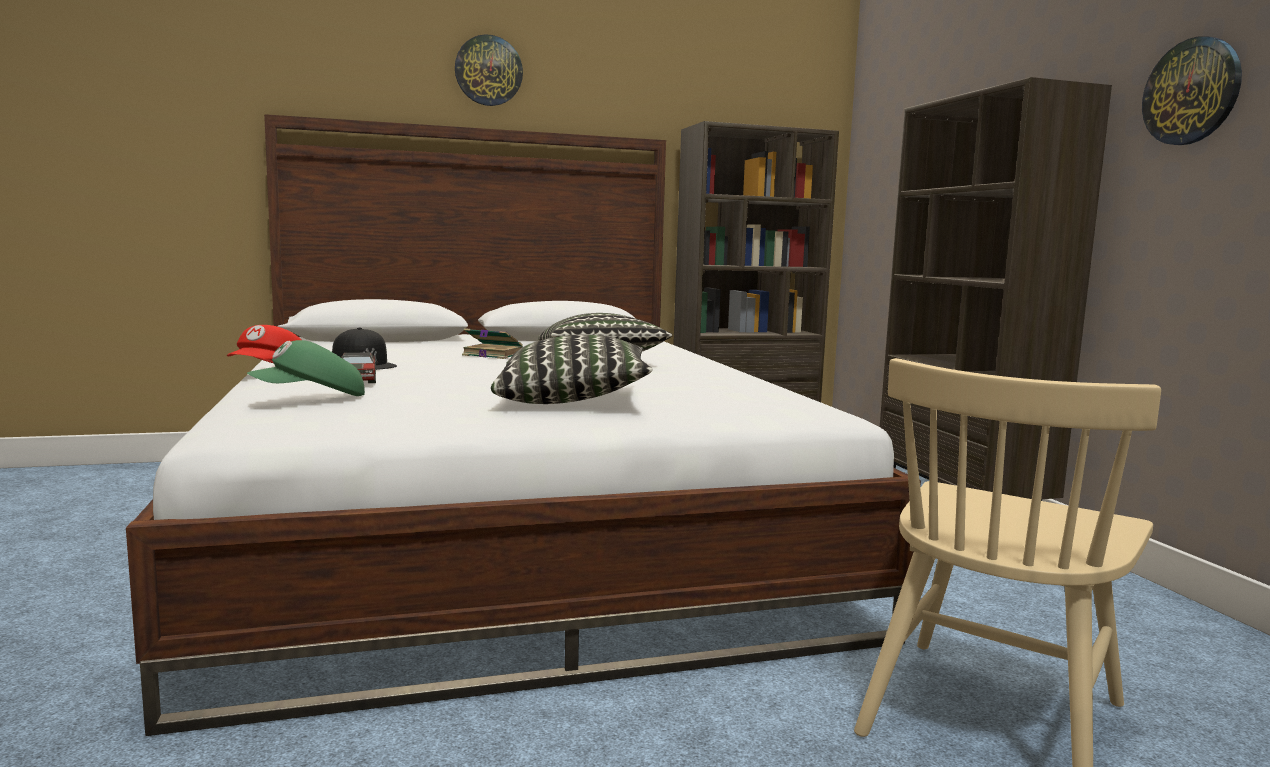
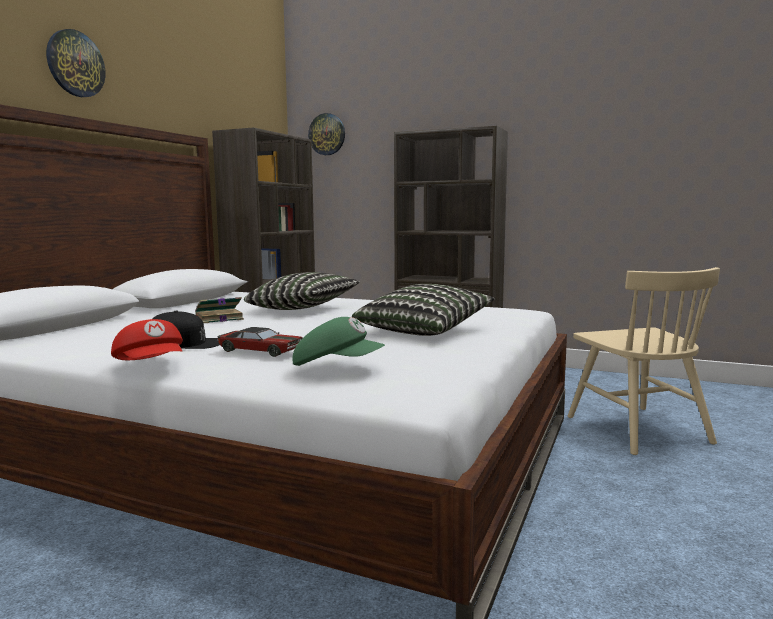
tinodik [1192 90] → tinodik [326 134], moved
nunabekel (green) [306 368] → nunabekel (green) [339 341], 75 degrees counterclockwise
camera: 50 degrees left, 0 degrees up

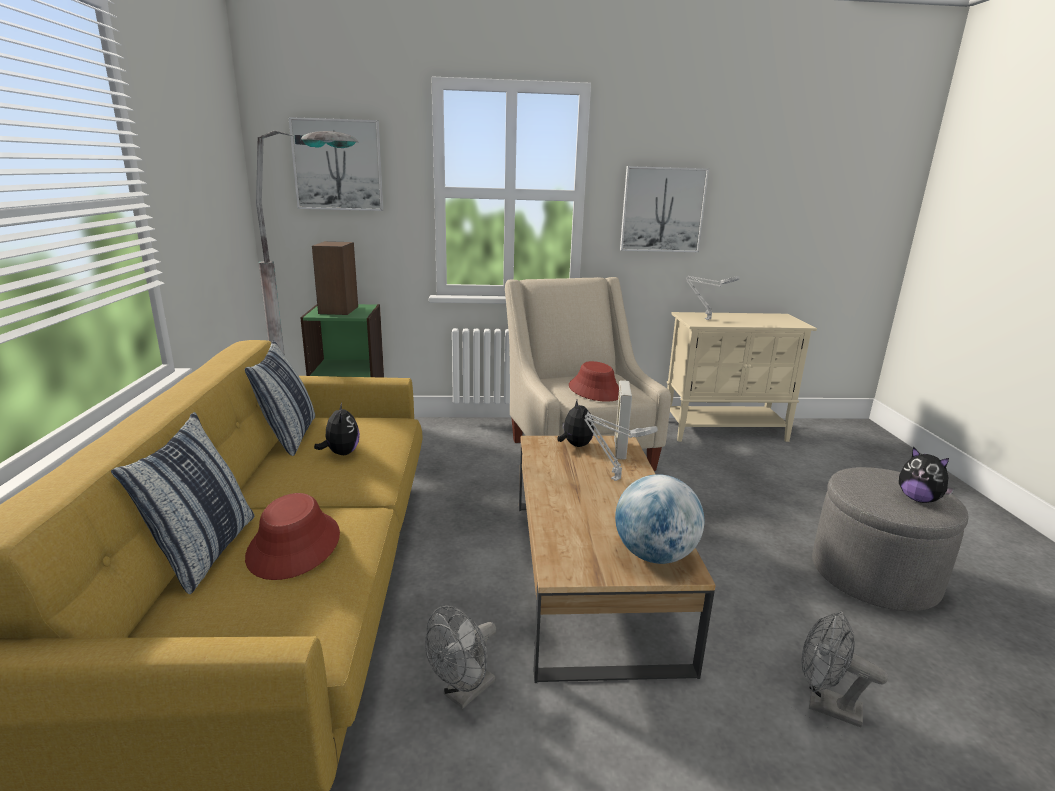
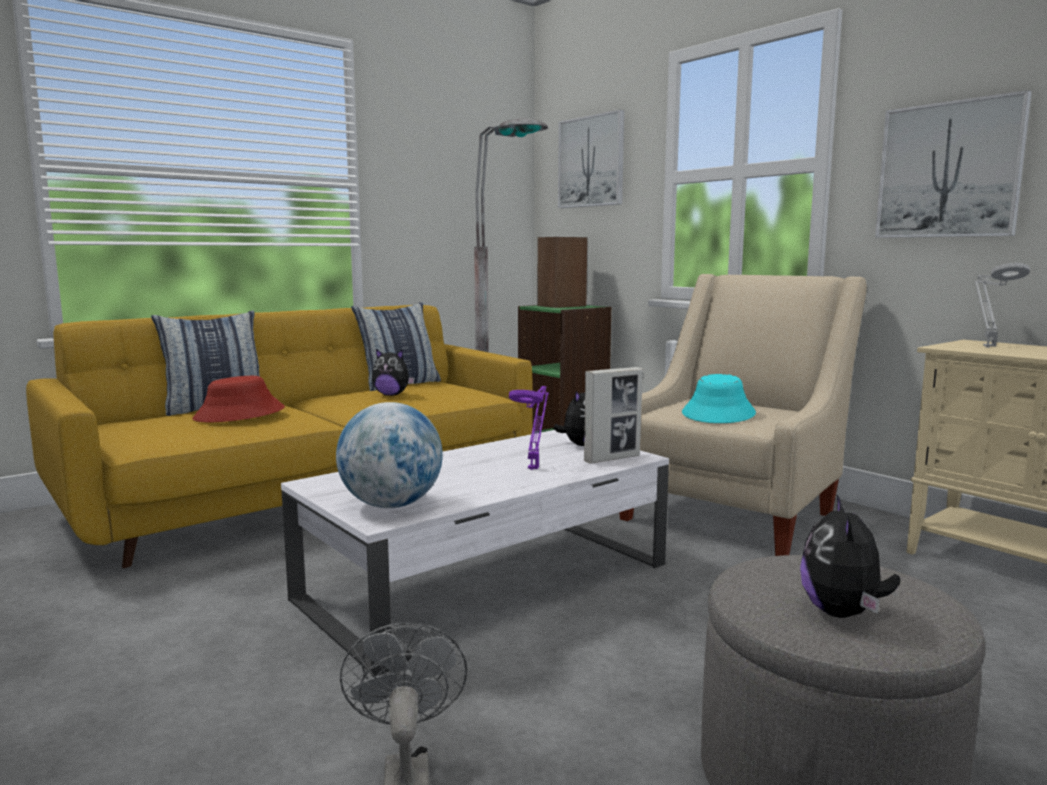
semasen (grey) [460 657] → -
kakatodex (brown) [617 559] → kakatodex (white) [475 553]
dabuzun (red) [594 381] → dabuzun (turquoise) [719 398]
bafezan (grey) [621 447] → bafezan (purple) [529 428]
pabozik [337 428] → pabozik [393 372], 60 degrees clockwise
camera: 55 degrees right, 10 degrees down

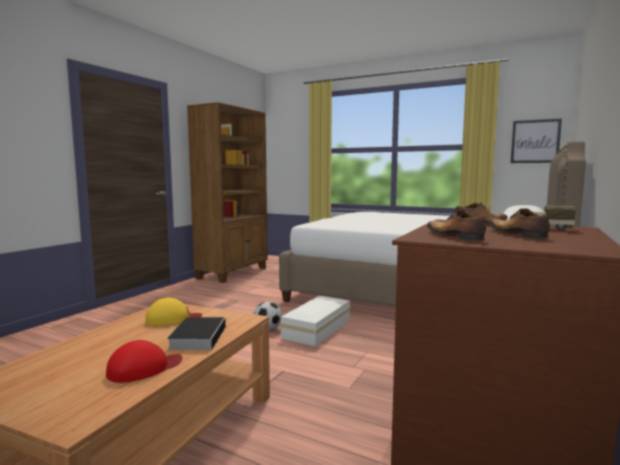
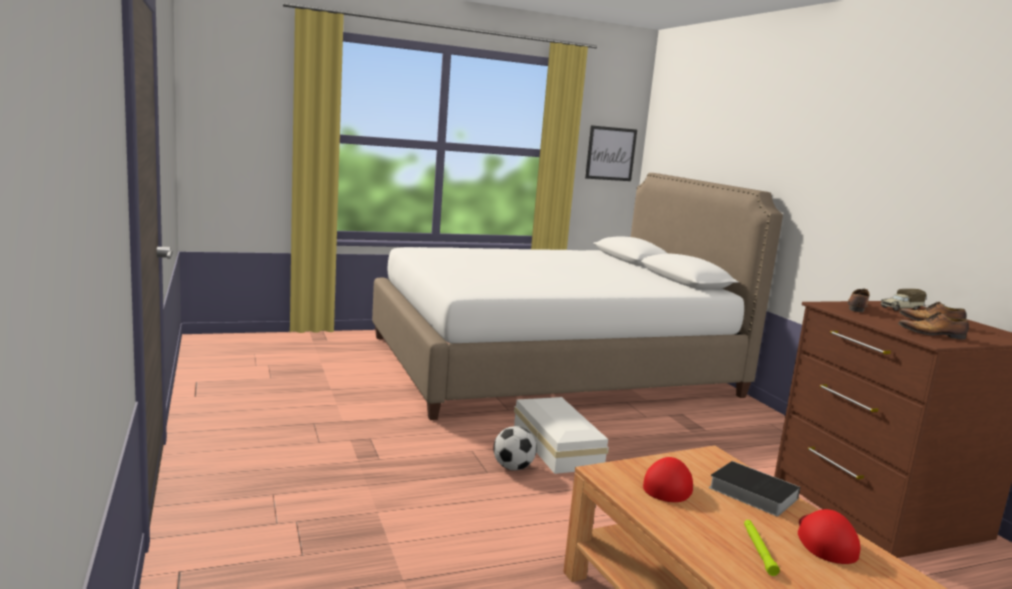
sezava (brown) [227 192] → -
- → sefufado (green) [762 548]
nunabekel (yellow) [173 312] → nunabekel (red) [668 479]
camera: 50 degrees left, 5 degrees up

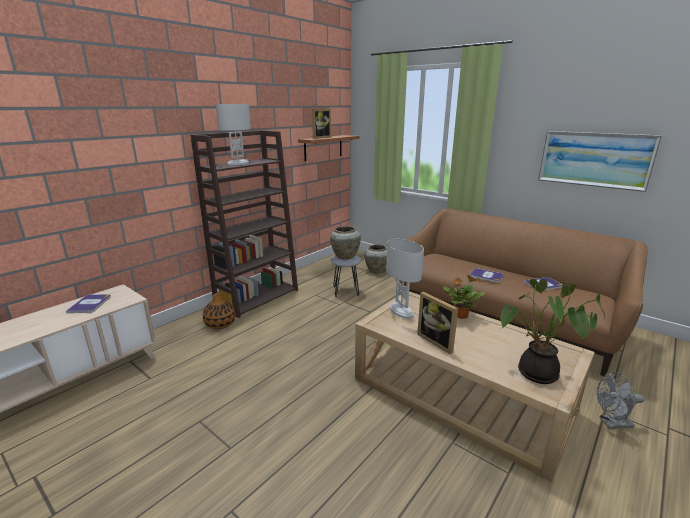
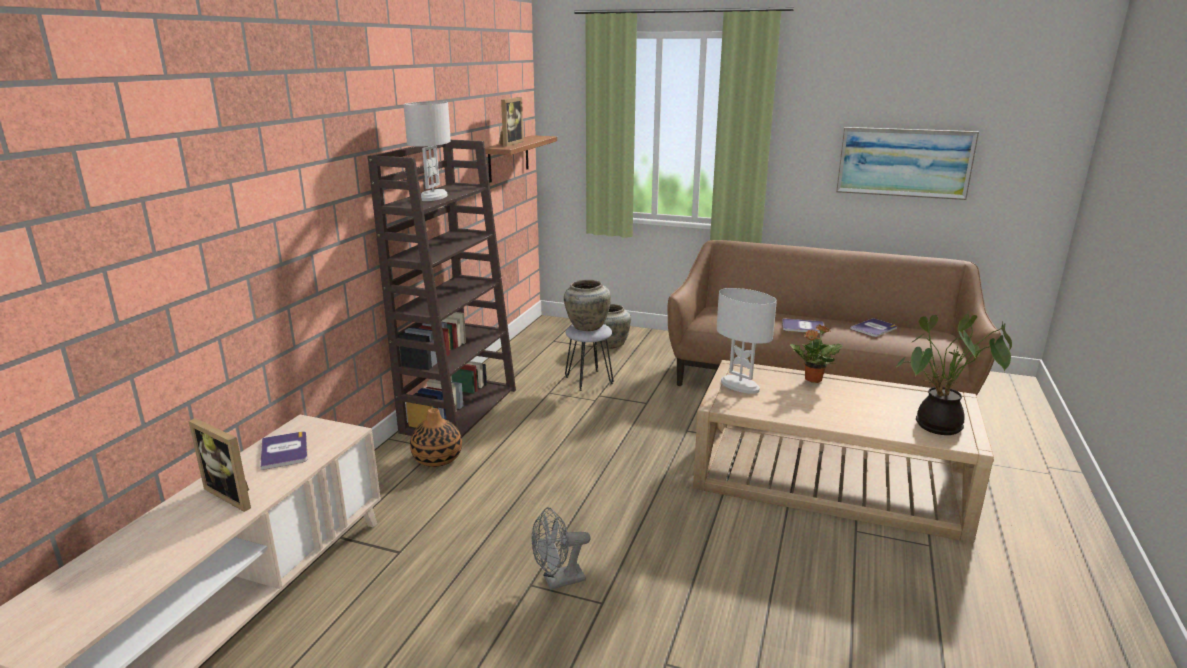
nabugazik [437 323] → nabugazik [220 465], moved
semasen (grey) [620 400] → semasen (grey) [561 548], moved
camera: 20 degrees left, 0 degrees up

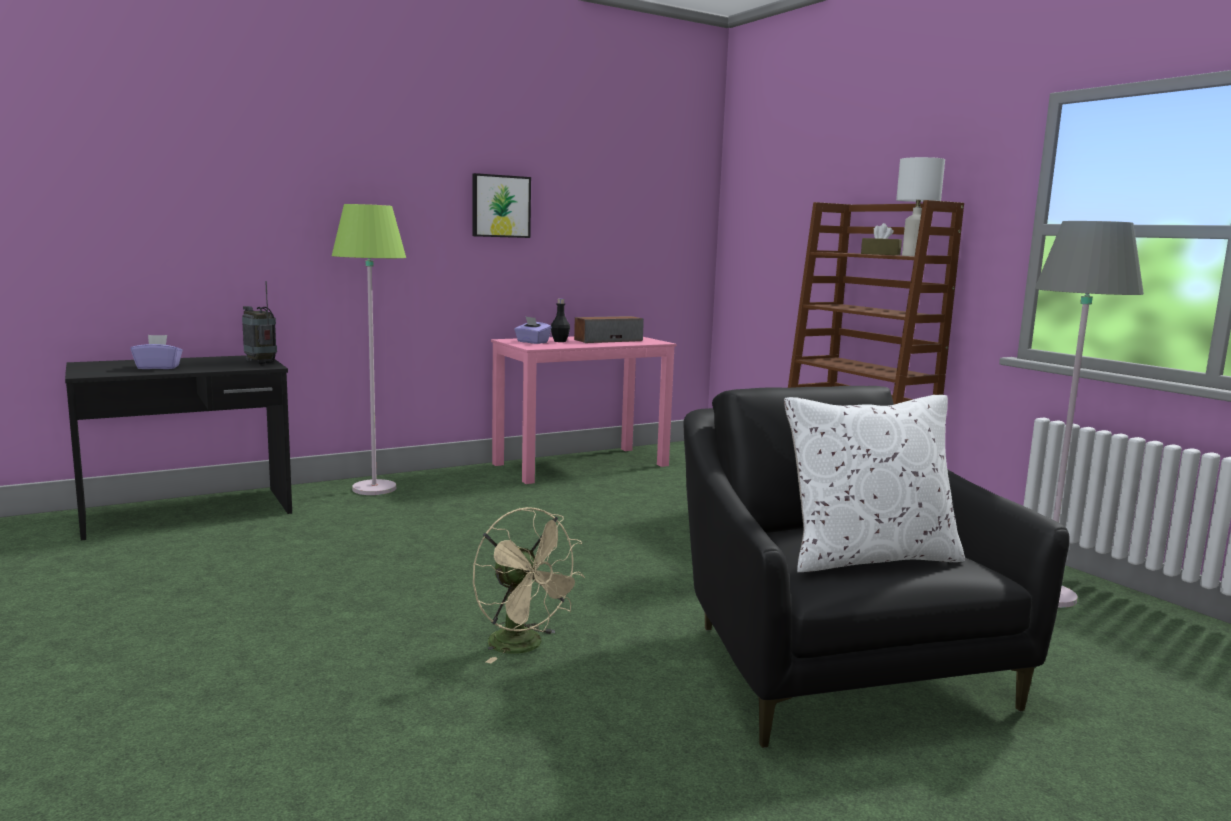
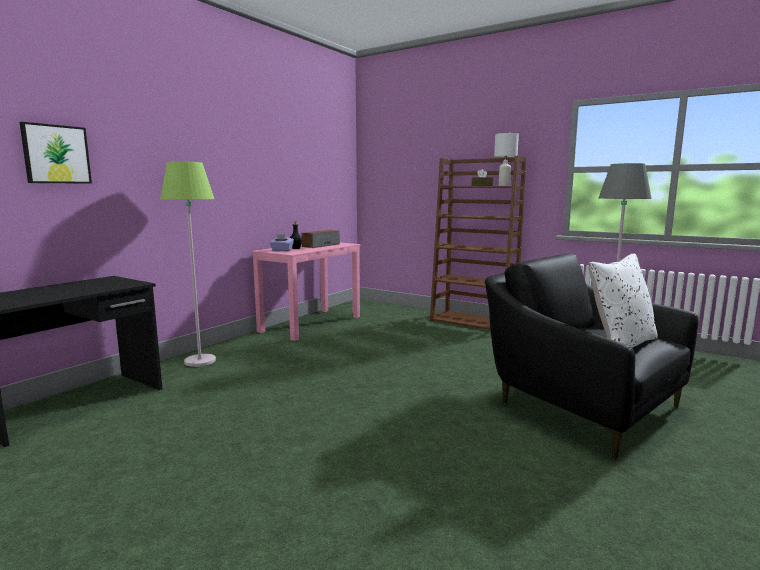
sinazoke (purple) [157 352] → -
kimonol [259 322] → -
semasen (beige) [529 585] → -
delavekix [501 205] → delavekix [55 153], moved
camera: 25 degrees left, 0 degrees up

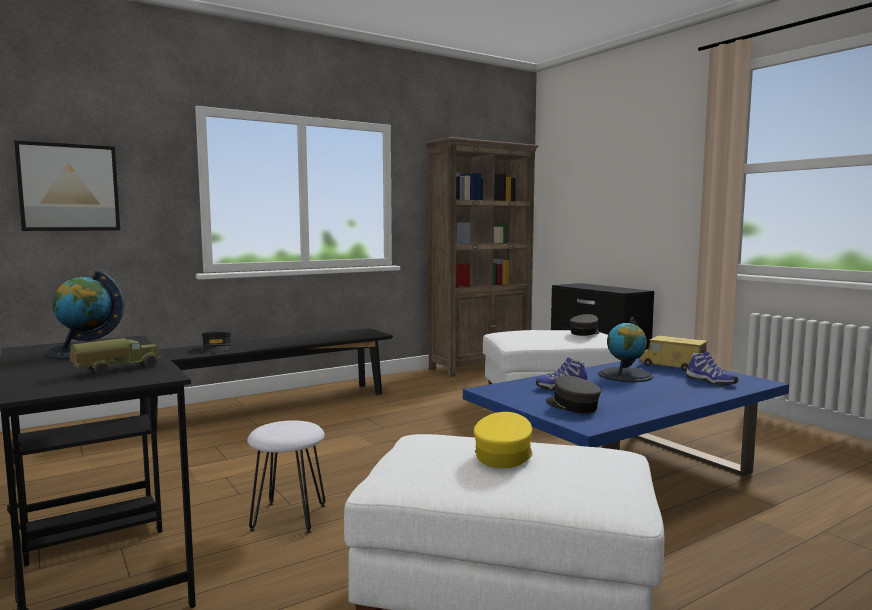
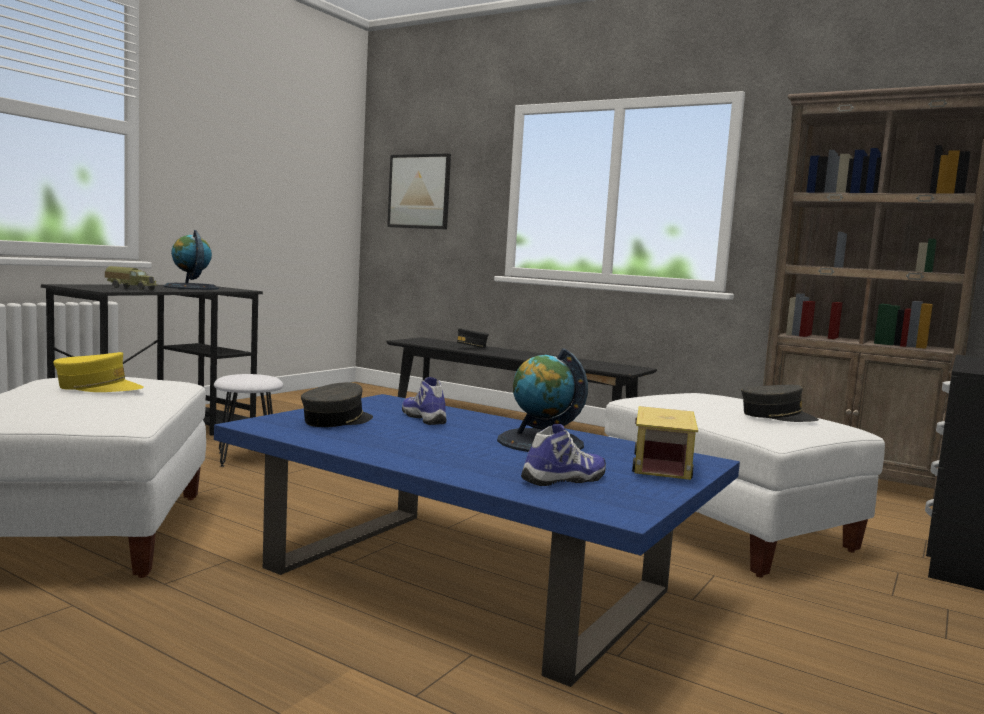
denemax [712 368] → denemax [563 455], 150 degrees counterclockwise
camera: 65 degrees right, 0 degrees up

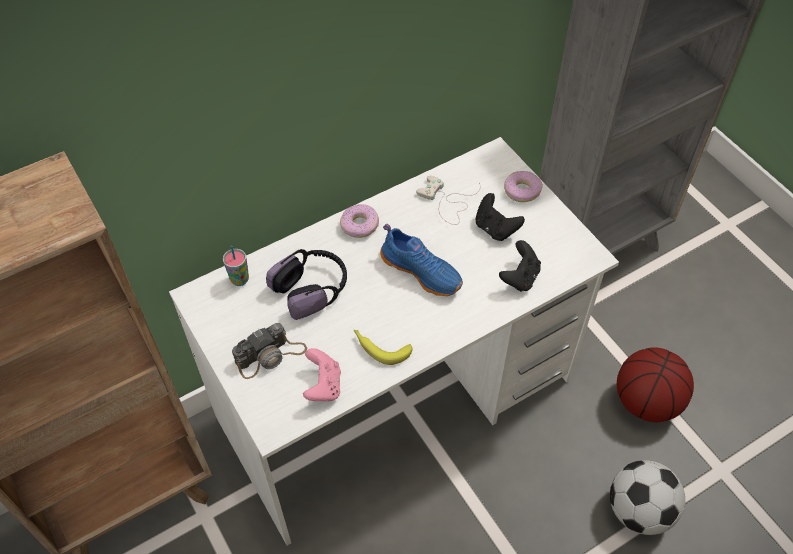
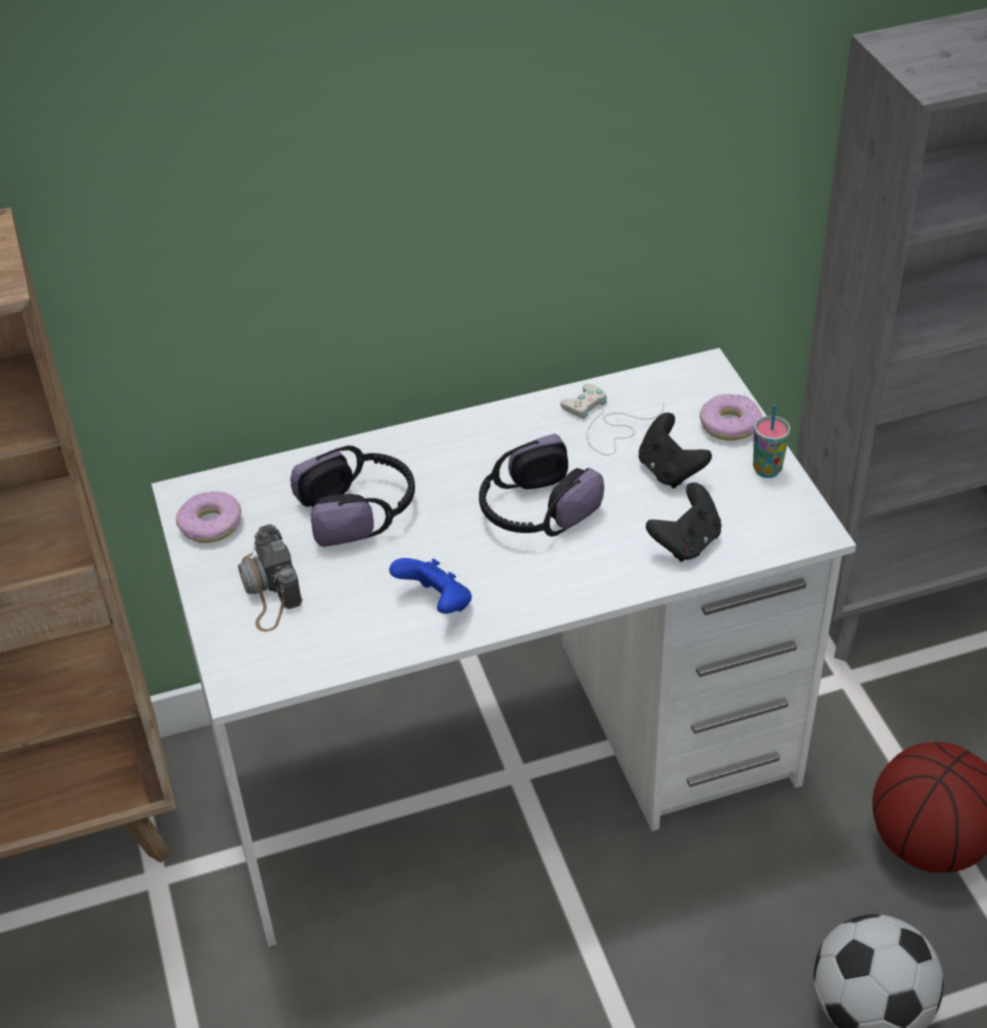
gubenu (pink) [322 374] → -
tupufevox [236 266] → tupufevox [771 441], moved
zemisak [359 221] → zemisak [208 517], moved
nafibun [383 347] → gubenu (blue) [430 586]
denemax (blue) [421 260] → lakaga [541 485]
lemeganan [269 351] → lemeganan [270 578], 90 degrees clockwise
camera: 15 degrees right, 10 degrees down

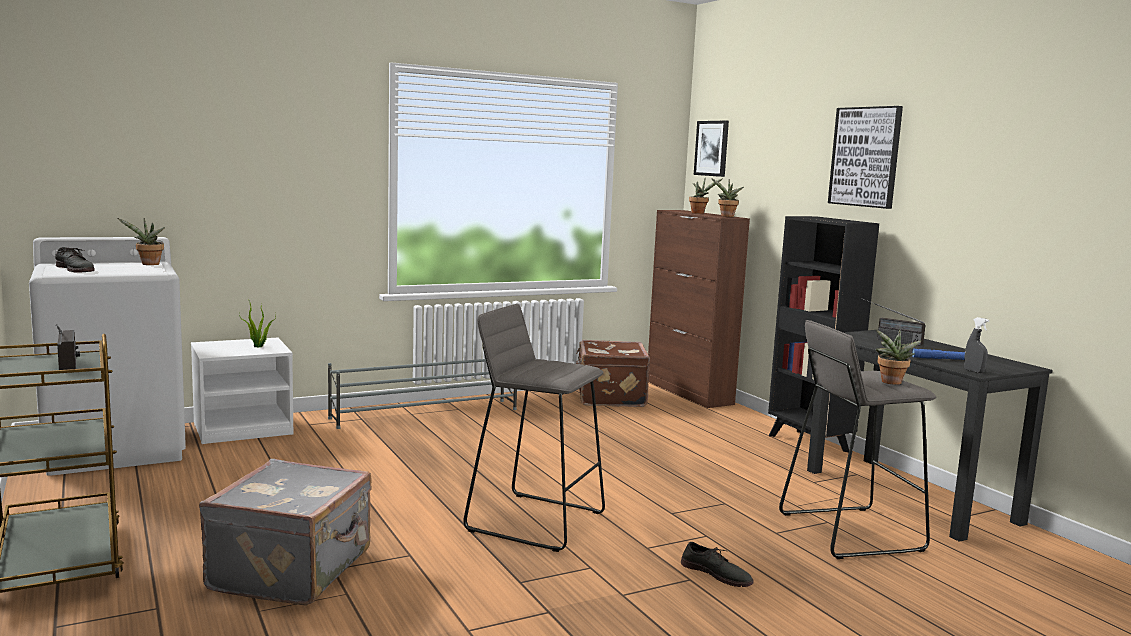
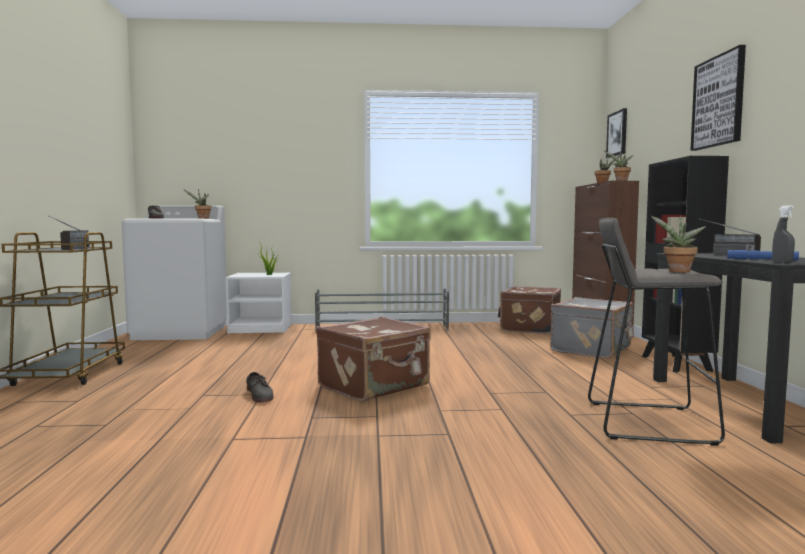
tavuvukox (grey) [285 532] → tavuvukox (grey) [592 328], moved
denemax (grey) [717 564] → denemax (grey) [260 387], moved
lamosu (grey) [534 428] → tavuvukox (brown) [373 359]
camera: 25 degrees right, 5 degrees down

